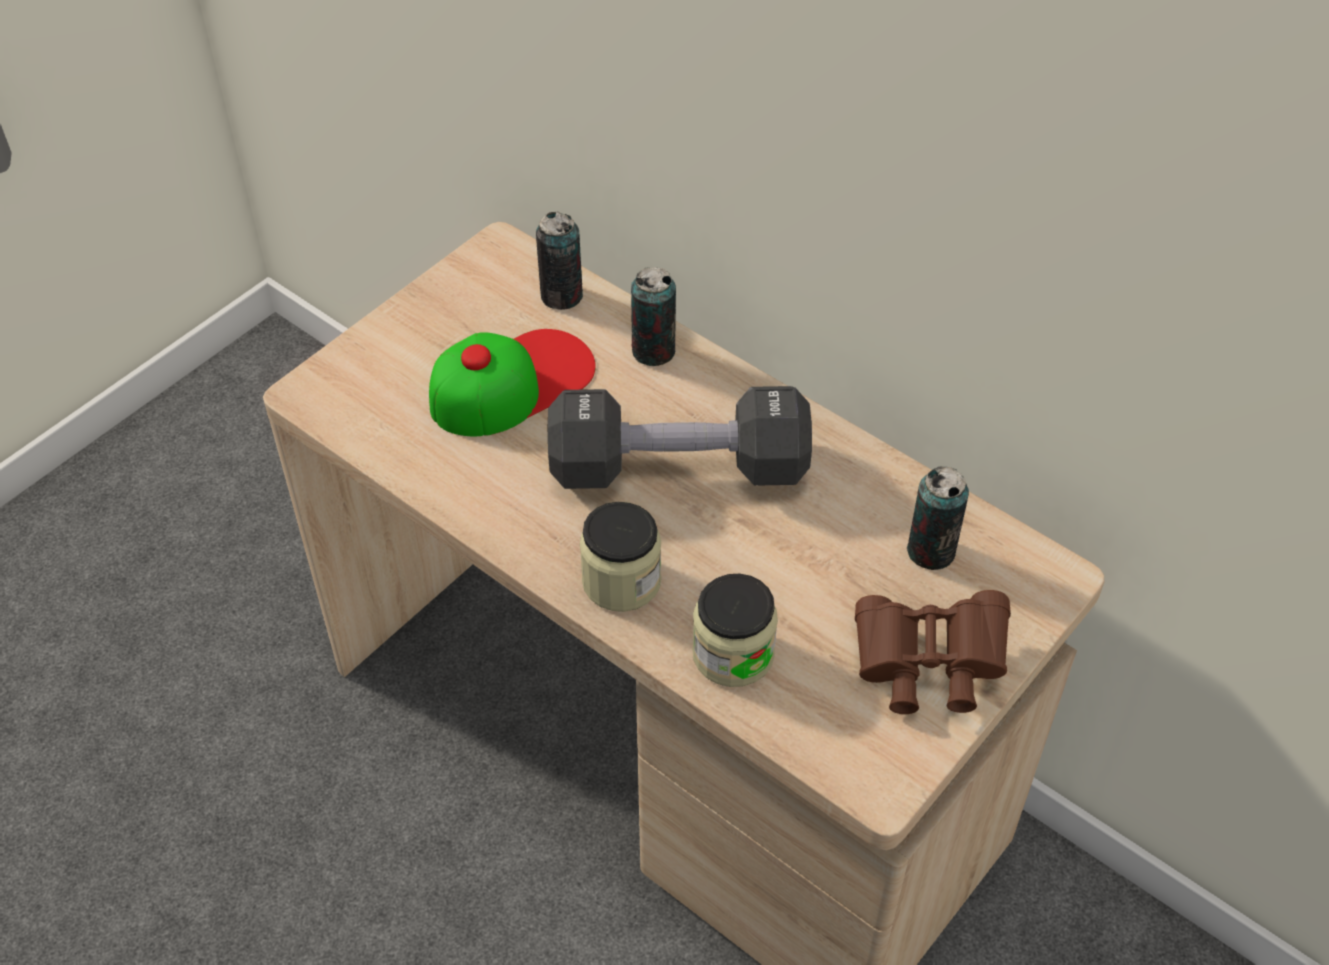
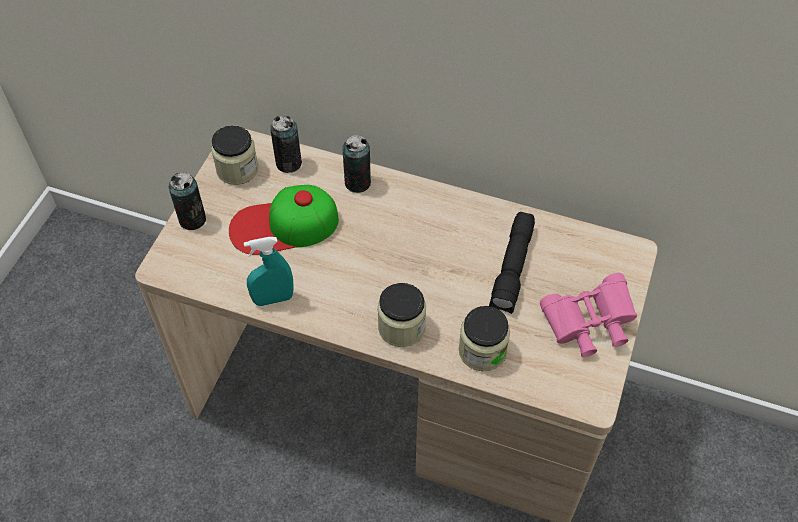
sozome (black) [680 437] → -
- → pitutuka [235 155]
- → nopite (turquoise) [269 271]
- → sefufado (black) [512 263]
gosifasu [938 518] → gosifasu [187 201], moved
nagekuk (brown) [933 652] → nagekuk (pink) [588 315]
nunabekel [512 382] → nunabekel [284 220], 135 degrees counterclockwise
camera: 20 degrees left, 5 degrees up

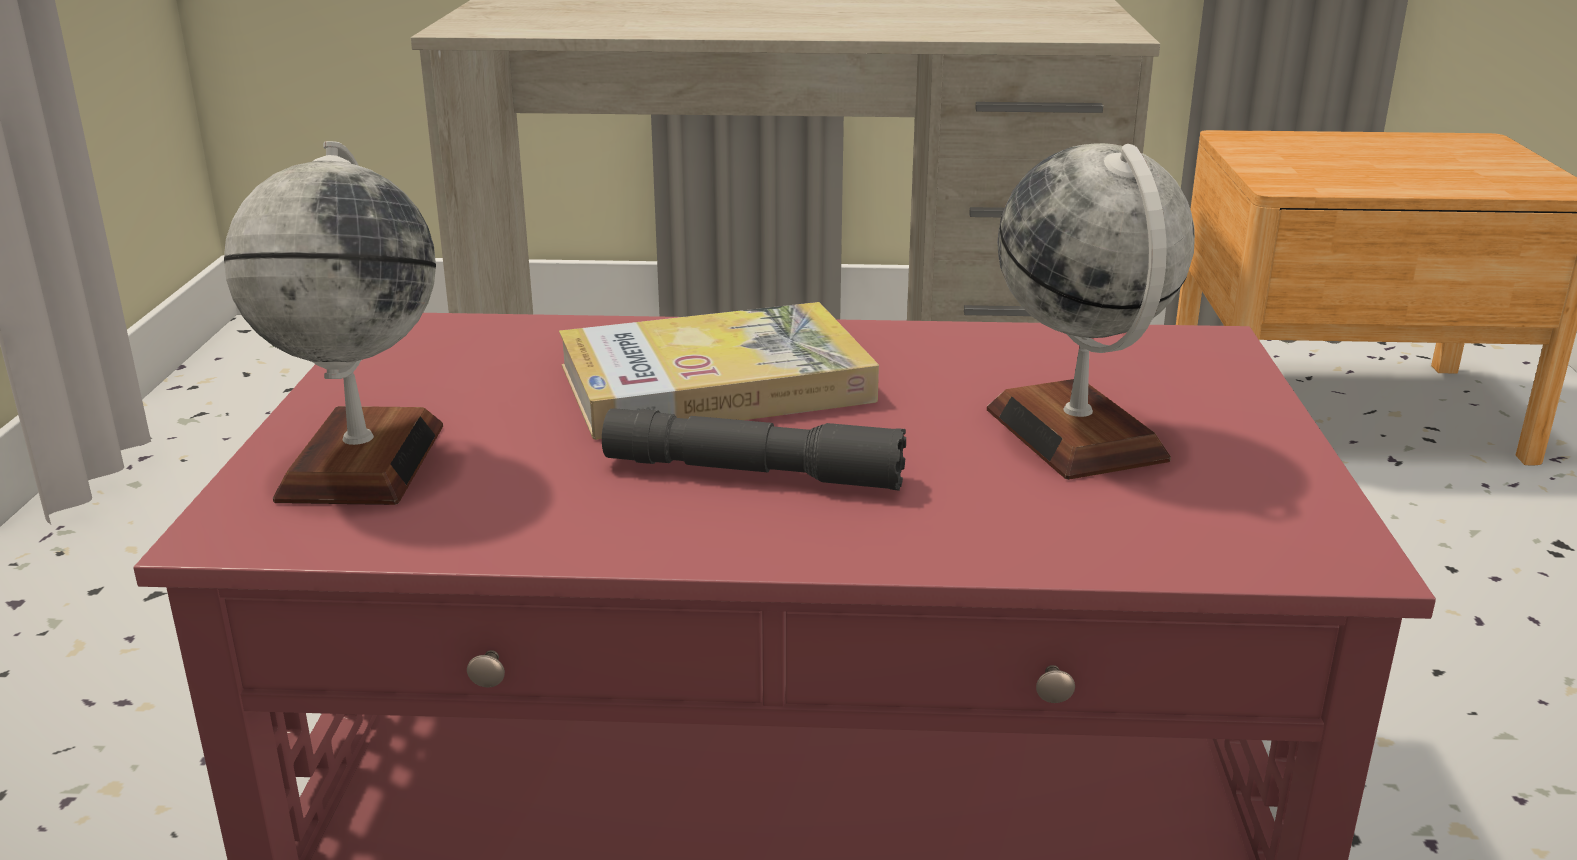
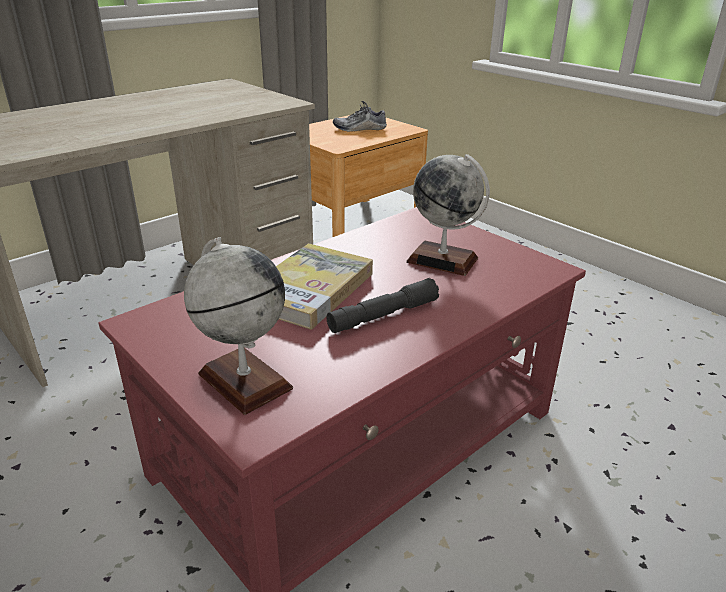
- → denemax [360 116]
camera: 45 degrees left, 5 degrees up

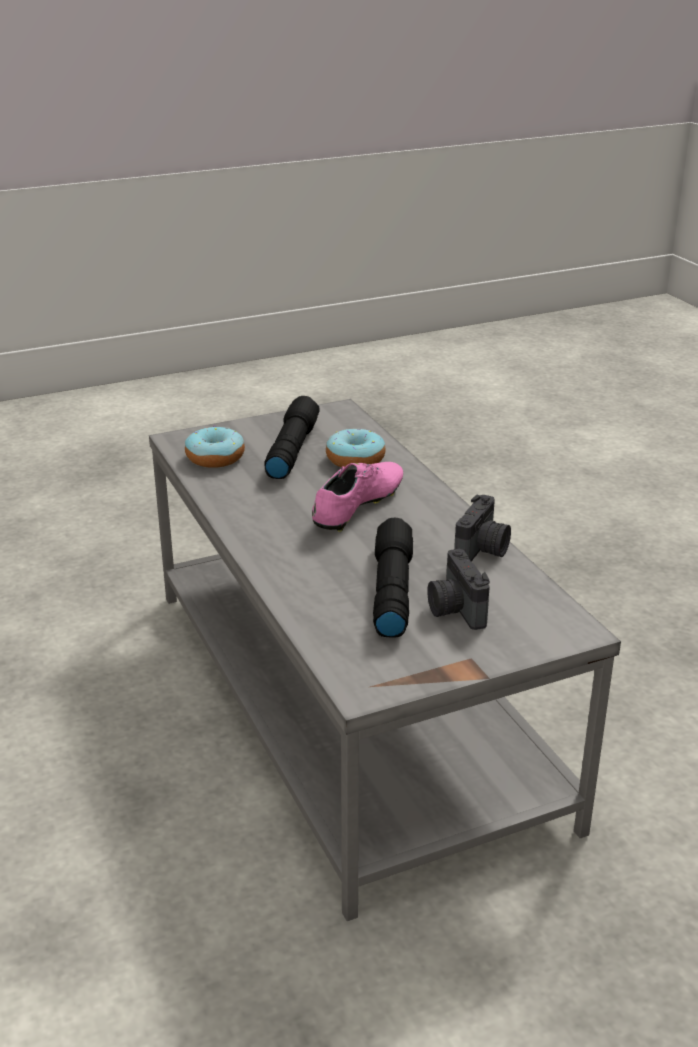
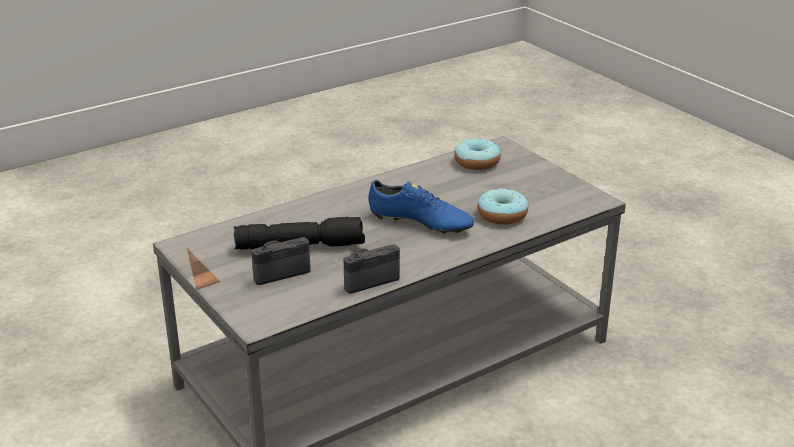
sefufado (black) [292 437] → -
denemax (pink) [357 497] → denemax (blue) [421 207]
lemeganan [482 527] → lemeganan [372 269], 135 degrees clockwise
camera: 80 degrees right, 0 degrees up

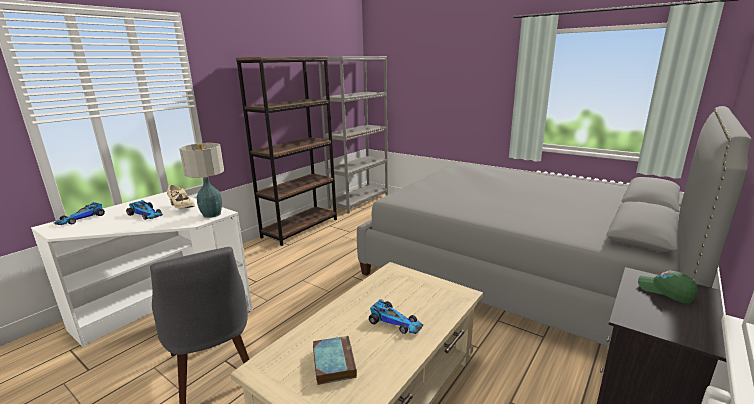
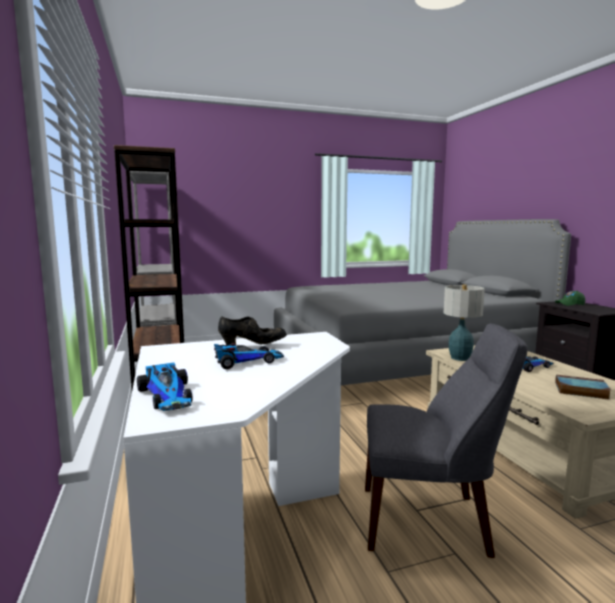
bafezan [201 180] → bafezan [464 322], moved
denemax (beige) [181 196] → denemax (black) [252 330]
camera: 55 degrees left, 10 degrees down

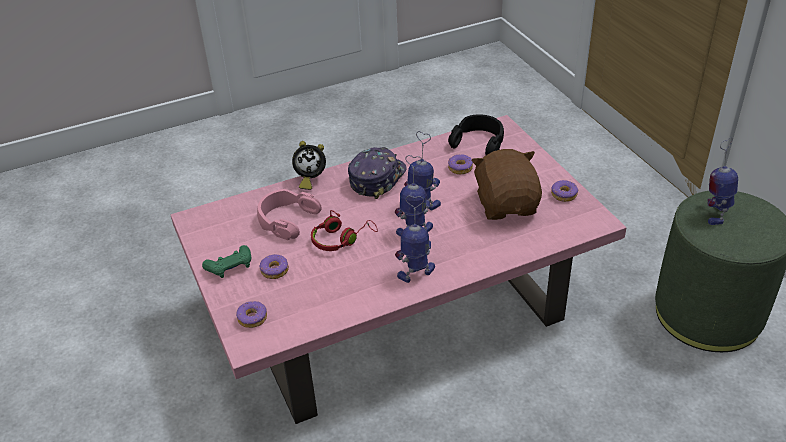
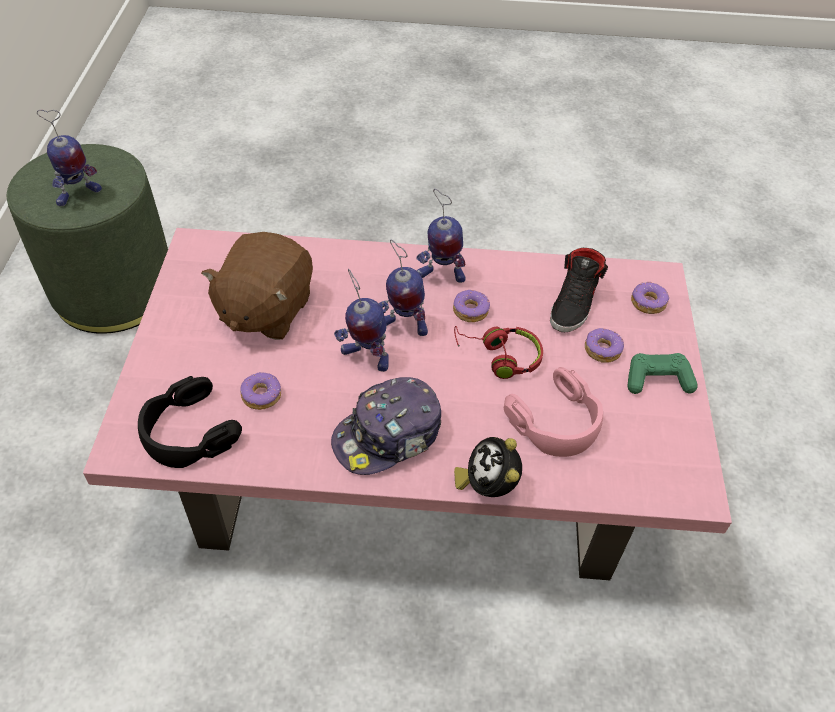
- → denemax (black) [579 290]
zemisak [564 191] → zemisak [471 306], moved
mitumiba [309 165] → mitumiba [488 467], 120 degrees counterclockwise
camera: 155 degrees left, 10 degrees up

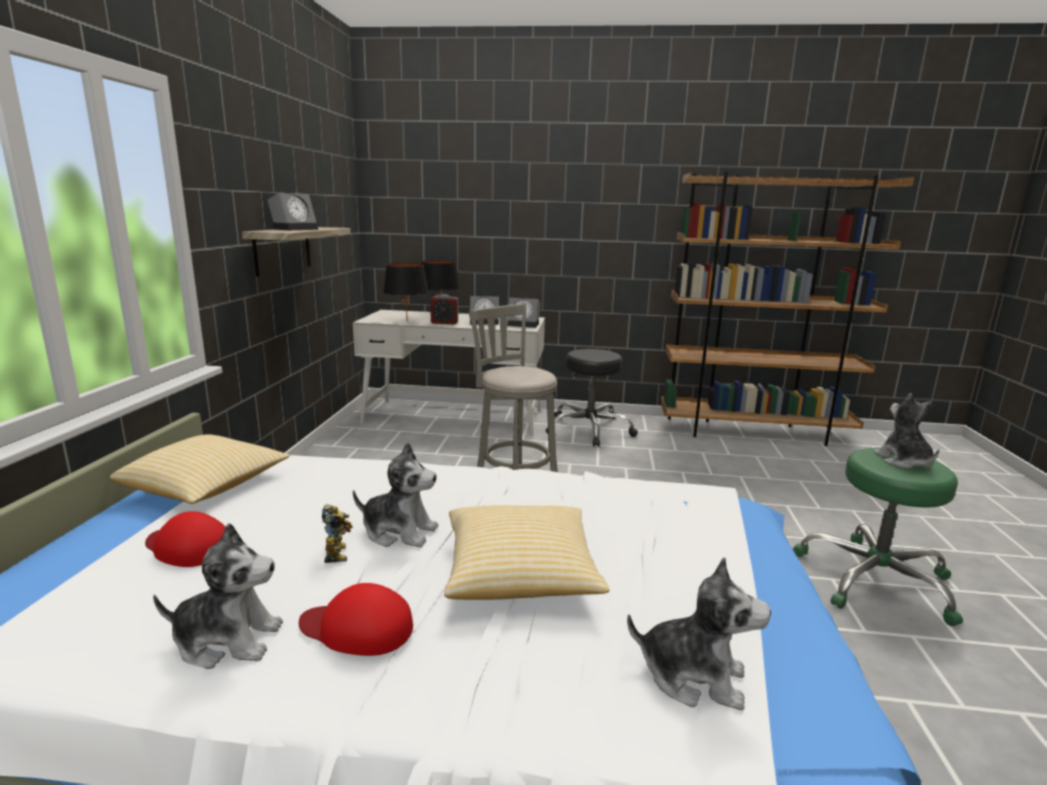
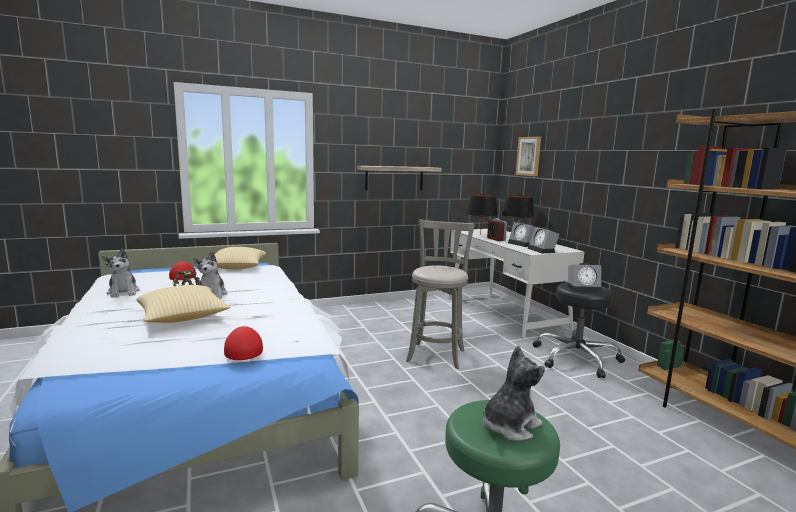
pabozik [699 634] → -
- → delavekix [528 156]
mitumiba [292 211] → mitumiba [584 277], moved
nunabekel (red) [356 619] → nunabekel (red) [243 343], moved
camera: 60 degrees right, 5 degrees down

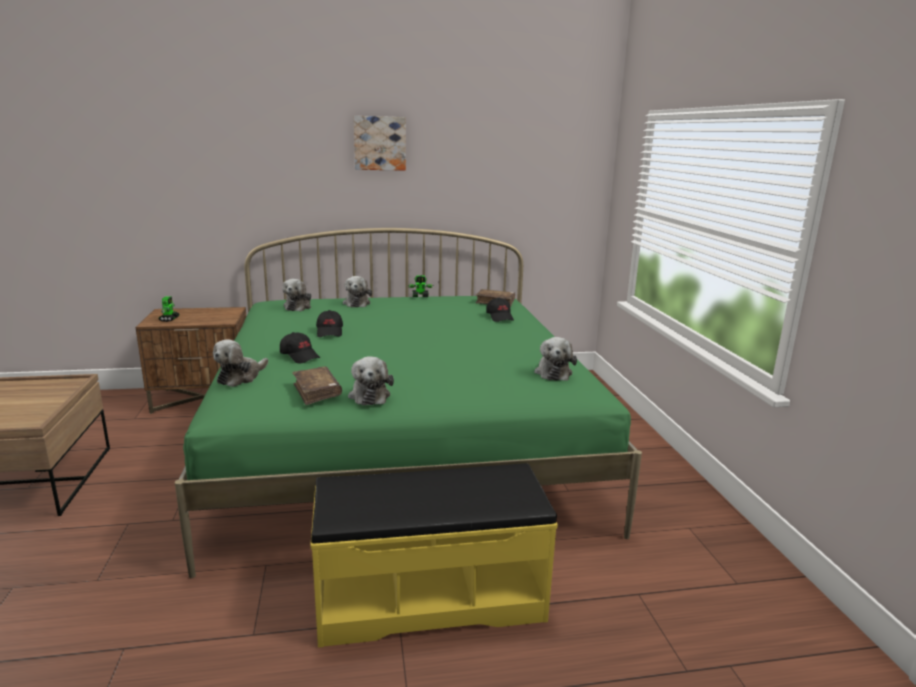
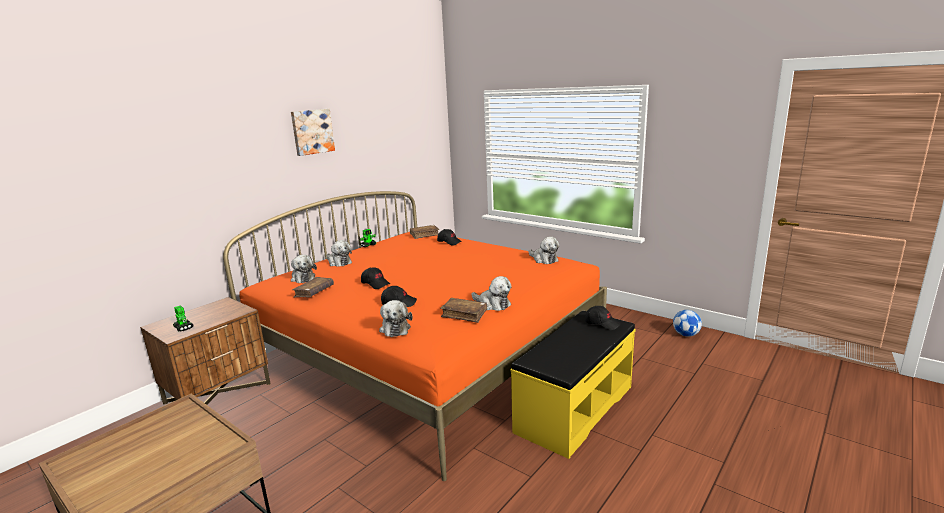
- → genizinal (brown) [313 287]
- → nunabekel (black) [603 318]
- → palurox [687 323]
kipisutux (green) [408 403] → kipisutux (orange) [415 336]
camera: 40 degrees left, 0 degrees up

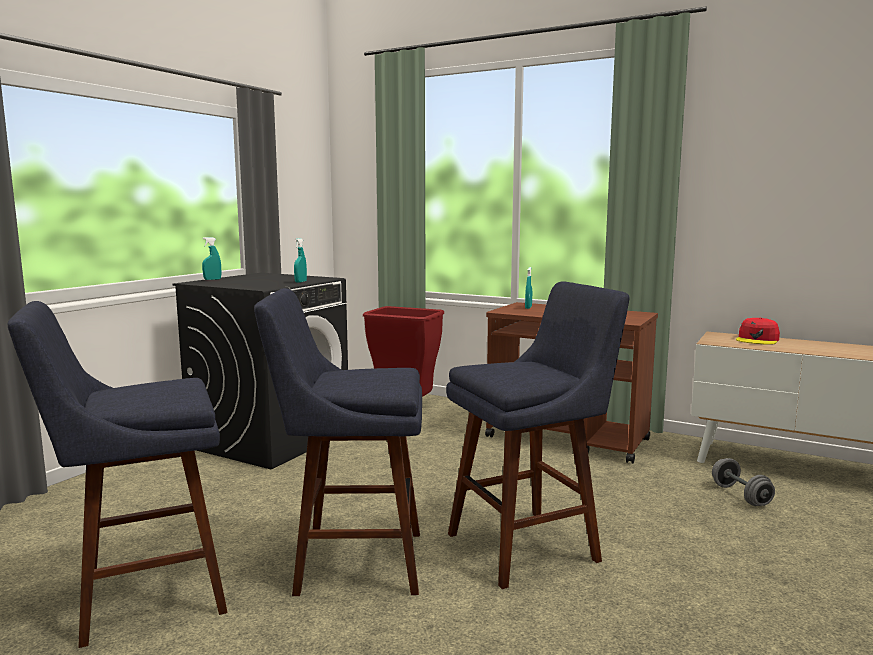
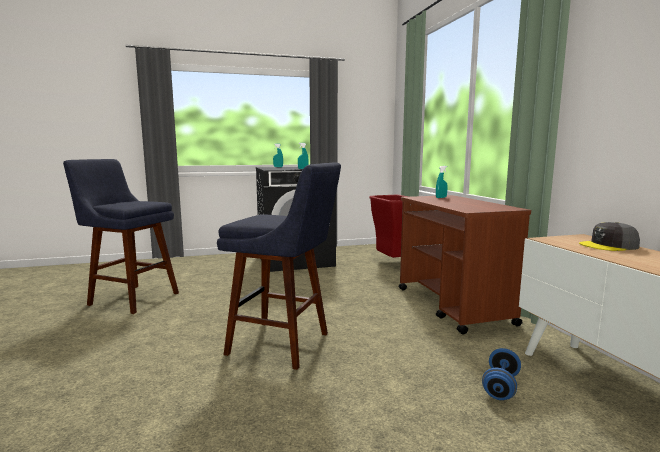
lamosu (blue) [338 442] → -
sozome (grey) [743 482] → sozome (blue) [501 374]
nunabekel (red) [758 331] → nunabekel (grey) [609 236]
camera: 45 degrees right, 0 degrees up

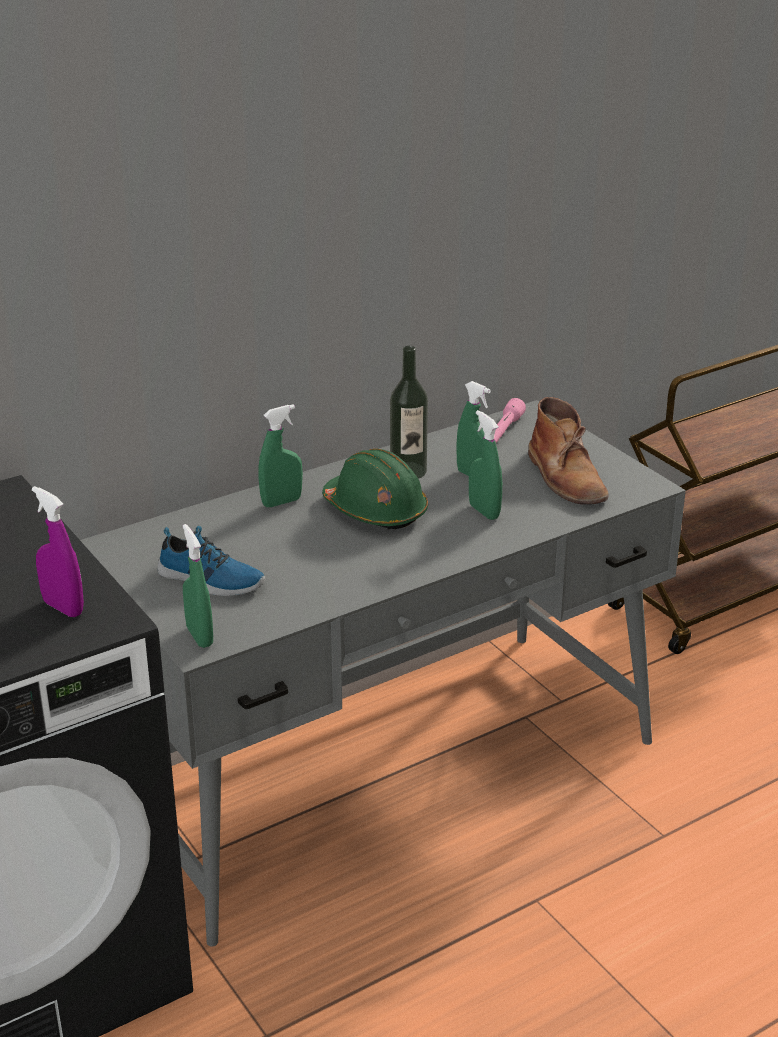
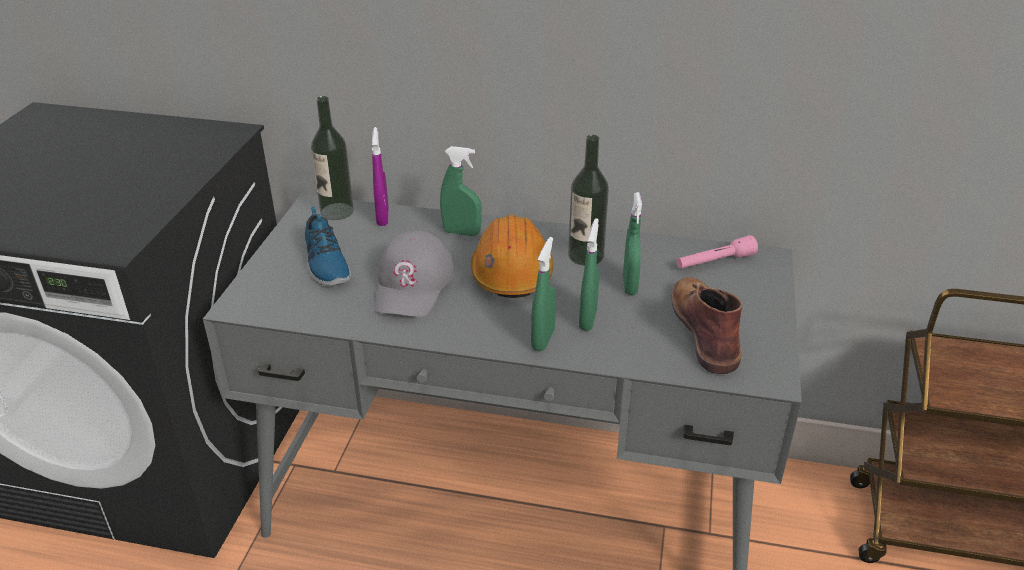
- → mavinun [332 158]
- → nunabekel (grey) [414 274]
nopite (purple) [58 551] → nopite (purple) [380 176], moved
nopite (green) [198 586] → nopite (green) [543 294], moved
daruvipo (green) [375 489] → daruvipo (orange) [512 256]
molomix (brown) [568 451] → molomix (brown) [707 325], 150 degrees clockwise
camera: 45 degrees right, 5 degrees up

